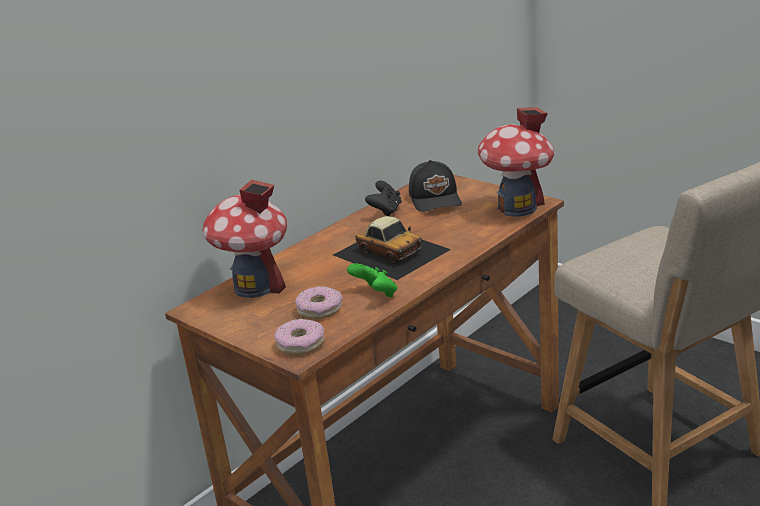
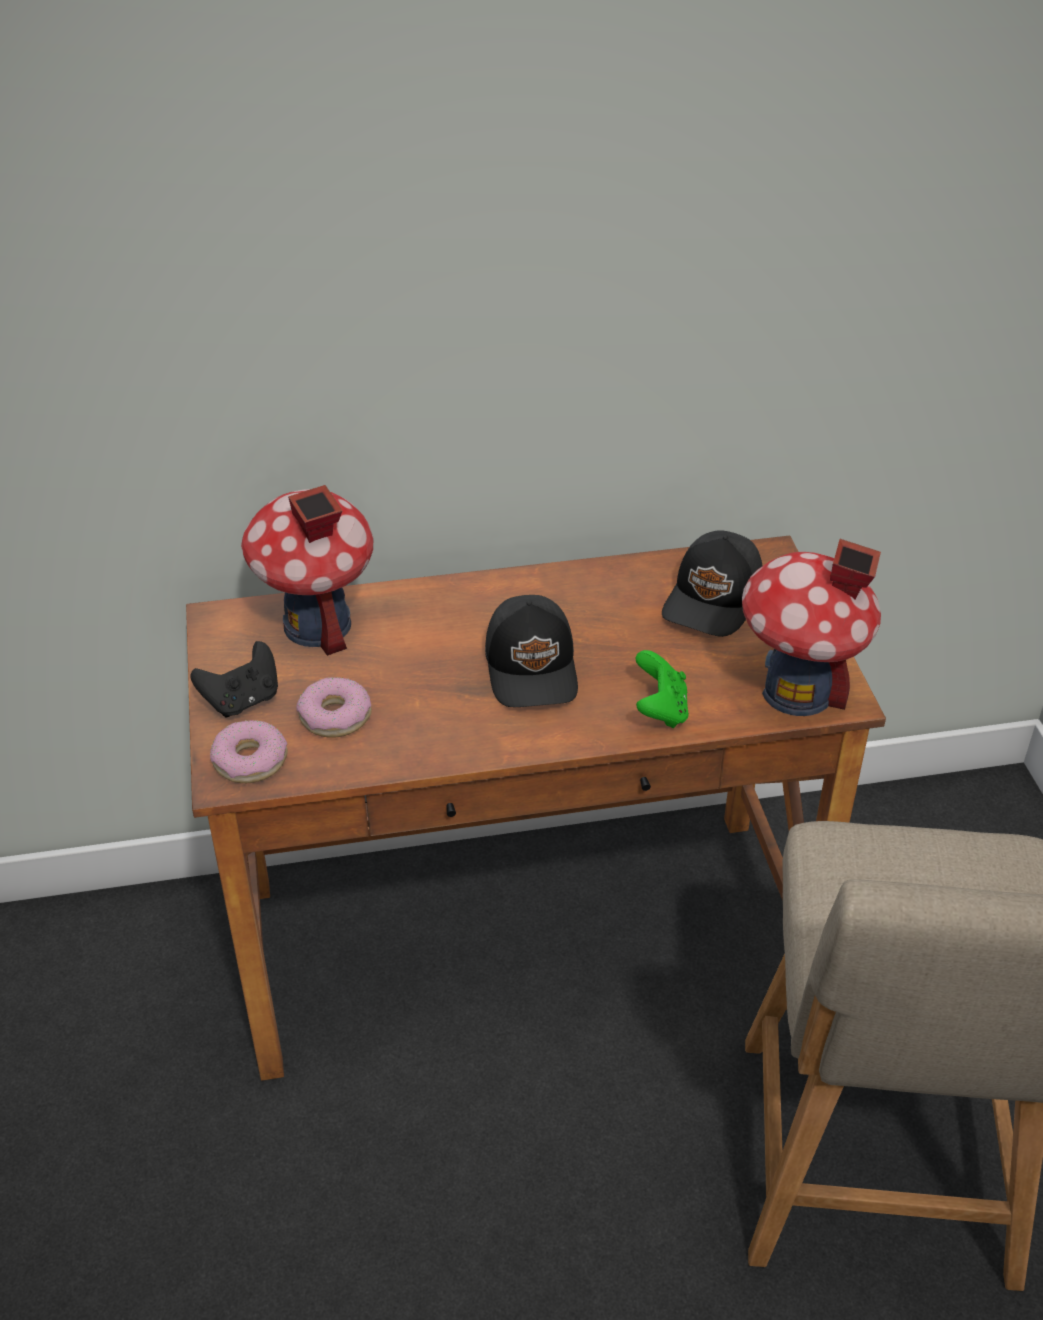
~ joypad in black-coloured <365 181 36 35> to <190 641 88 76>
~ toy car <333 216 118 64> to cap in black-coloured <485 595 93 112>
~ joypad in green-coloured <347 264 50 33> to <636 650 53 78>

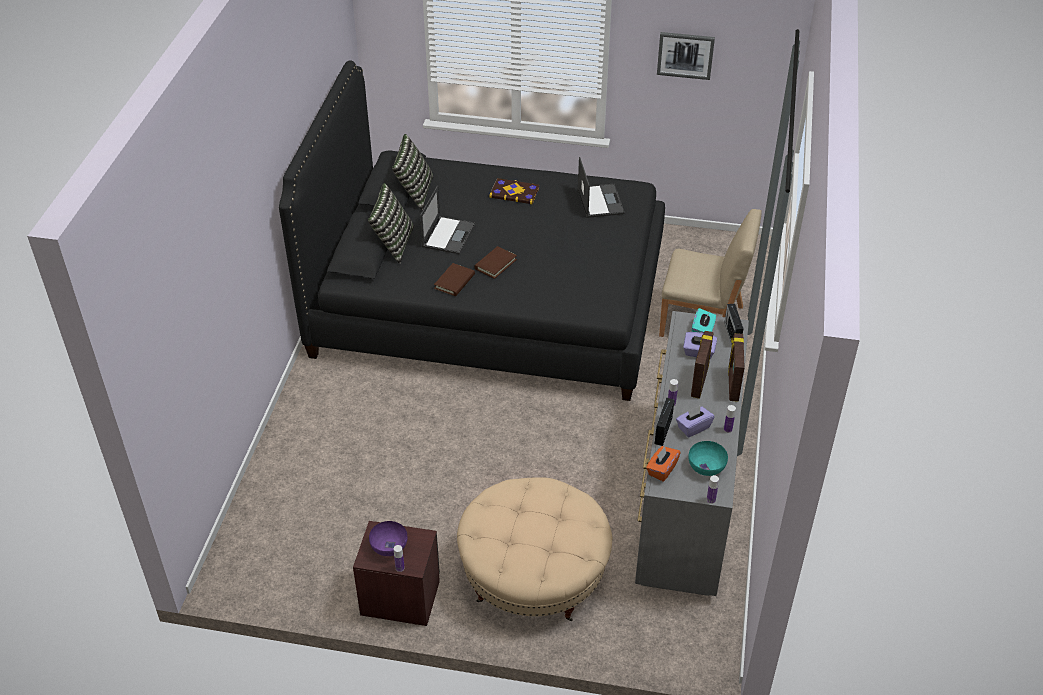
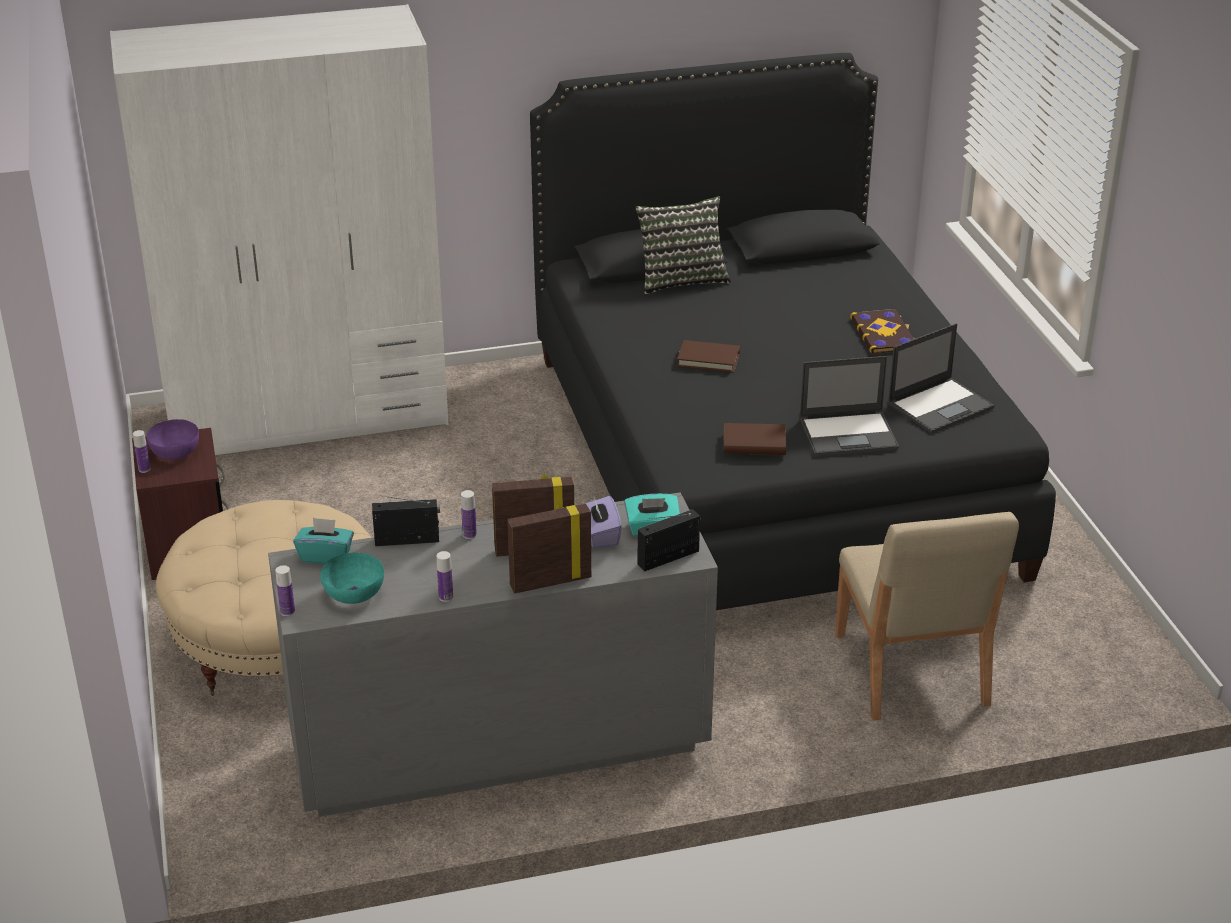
+ clothes cupboard in white-coloured <110 4 338 451>
~ tissue holder in orange <646 446 35 35> to tissue holder in blue-green <293 518 61 46>
~ volume in brown <434 263 41 33> to <724 423 62 32>
~ portable computer <420 186 55 68> to <799 356 100 100>
- throw pillow <392 134 42 76>
- wall picture <657 32 58 48>
- tissue holder in purple-coloured <676 406 38 31>

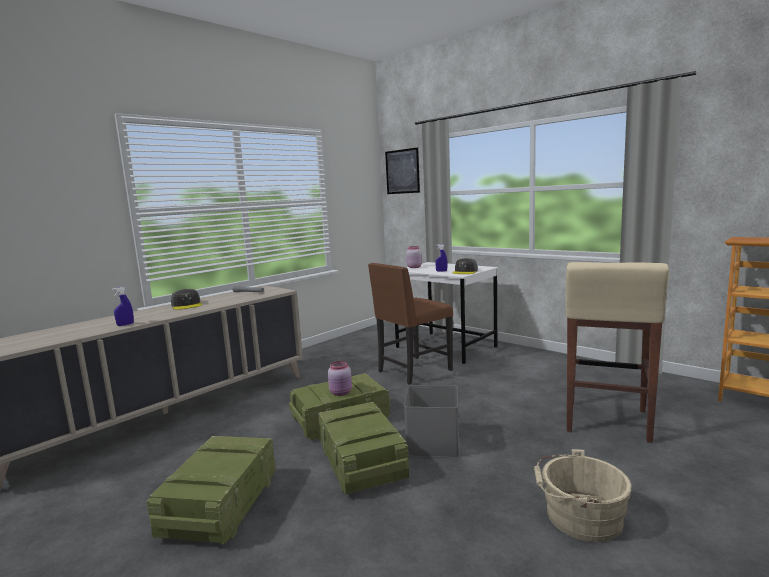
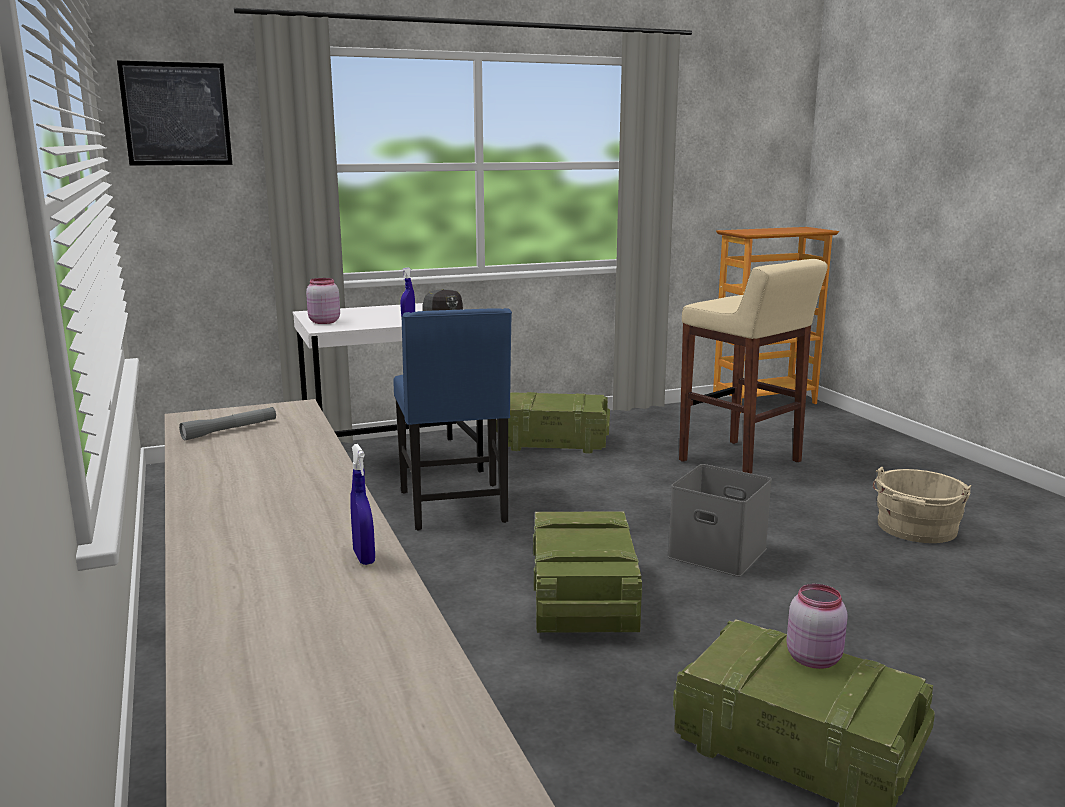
~ chair in brown <368 263 85 122> to chair in blue <393 308 119 223>
~ packing crate <318 402 91 93> to <496 392 114 61>
~ jar in pink-coloured <328 361 24 35> to <787 584 61 85>
- cap in grey <171 289 31 21>

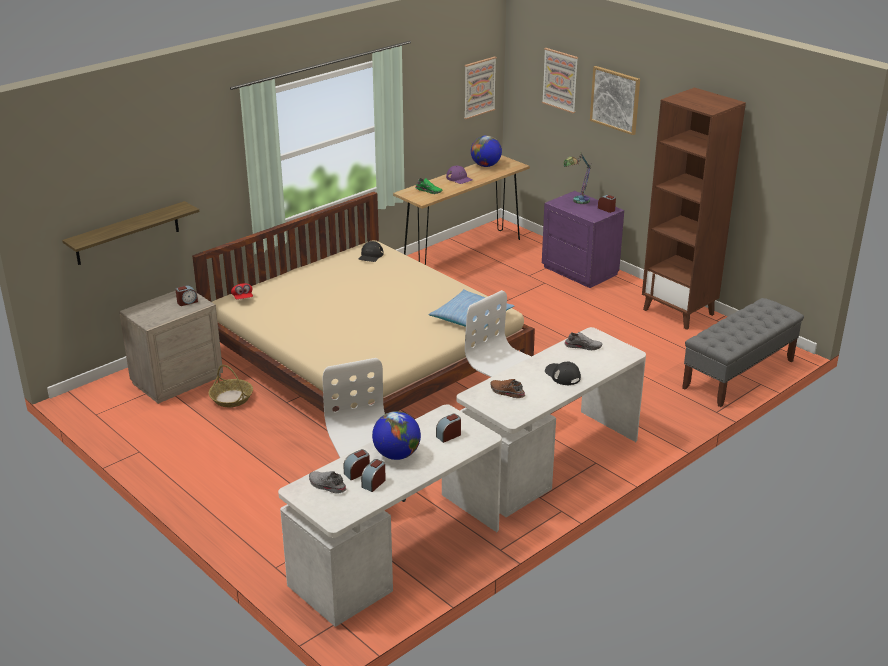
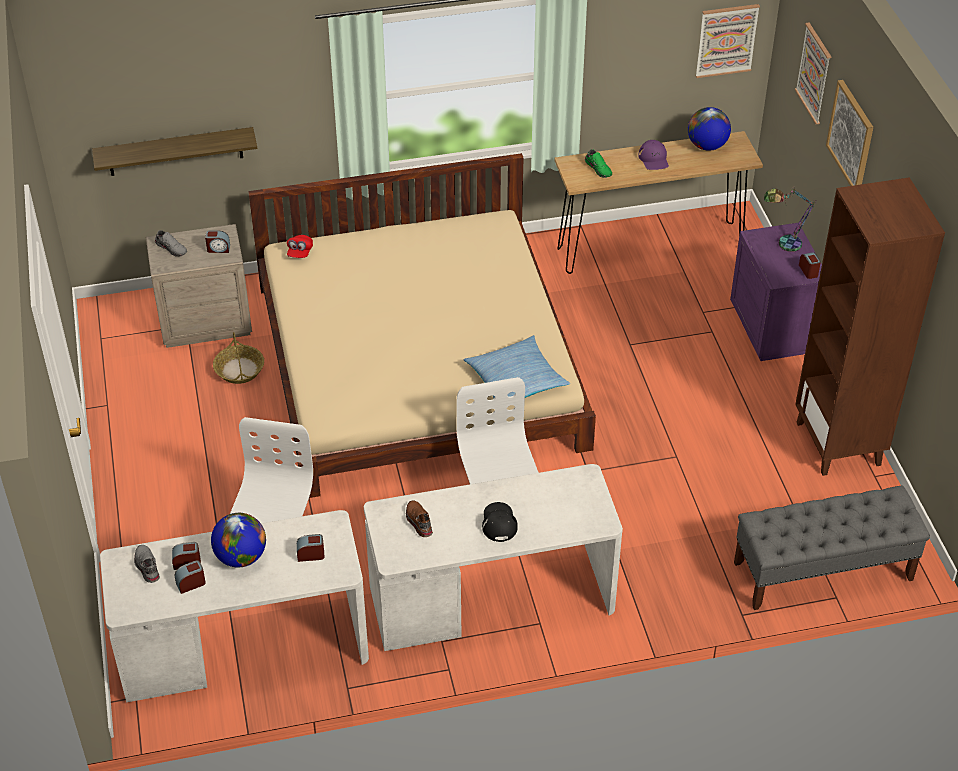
~ low shoe in grey <564 332 39 18> to <155 230 32 27>
- cap in black-coloured <359 241 25 21>

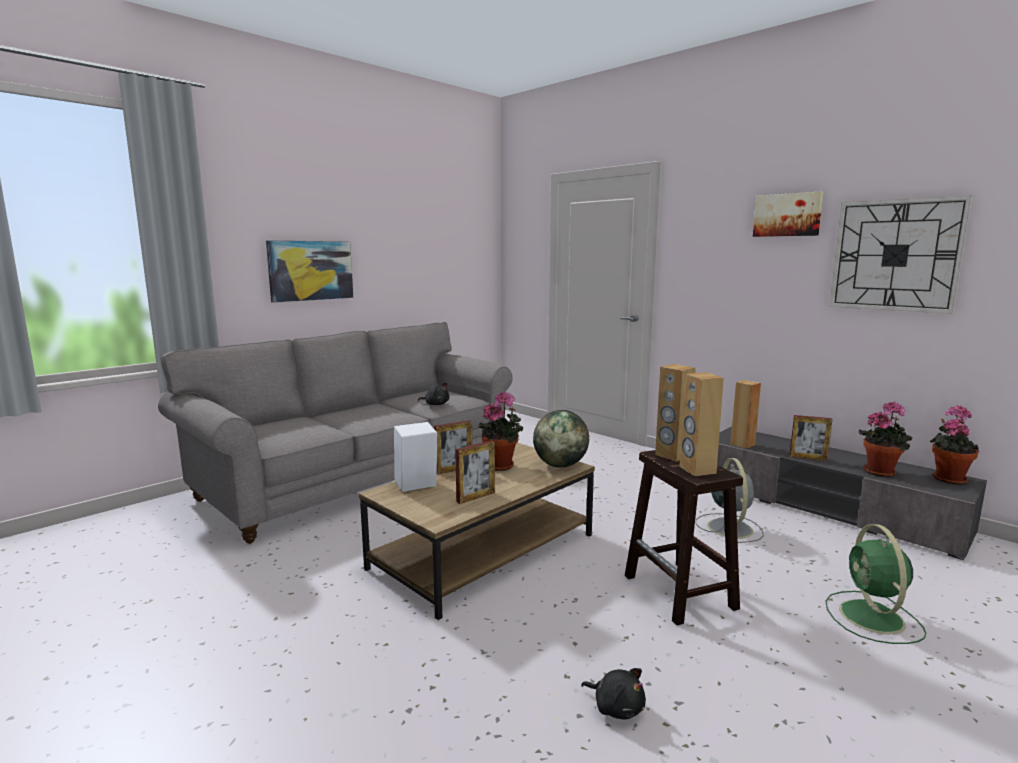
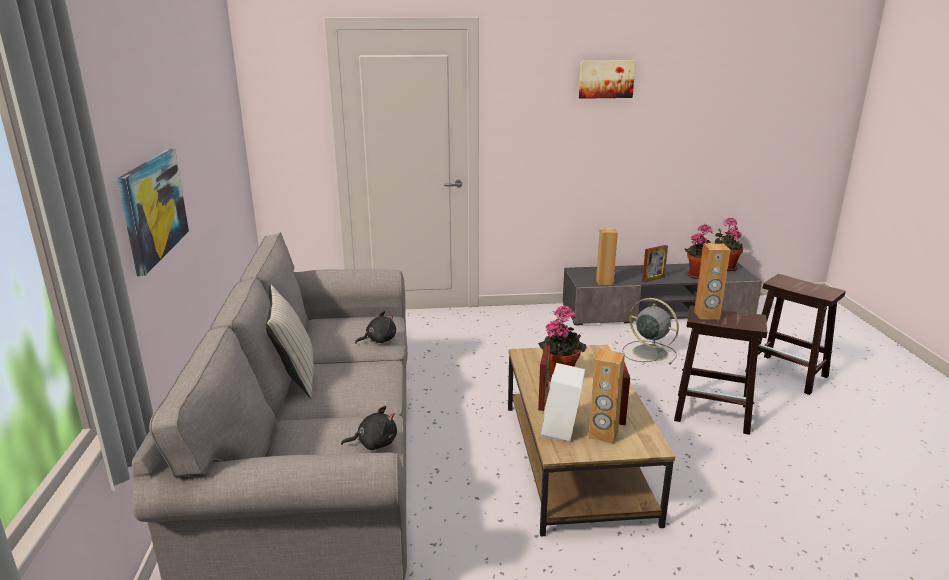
+ throw pillow in sand-coloured <266 285 48 113>
~ cuddly toy in black-coloured <581 668 65 52> to <341 406 56 44>
~ speaker in brown <680 372 44 104> to <589 349 36 95>
~ cooling fan in green-coloured <826 524 100 120> to stool seat in brown <745 274 101 121>
- globe <533 410 56 58>
- wall clock <829 195 143 119>

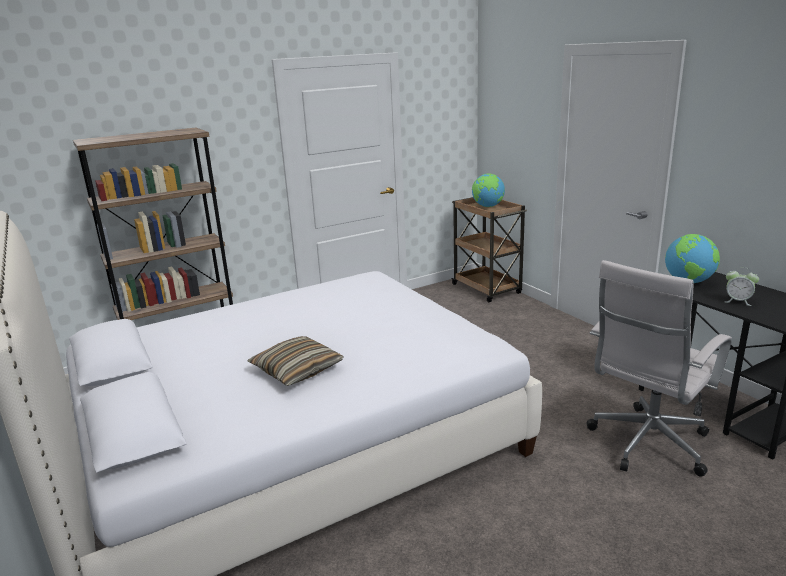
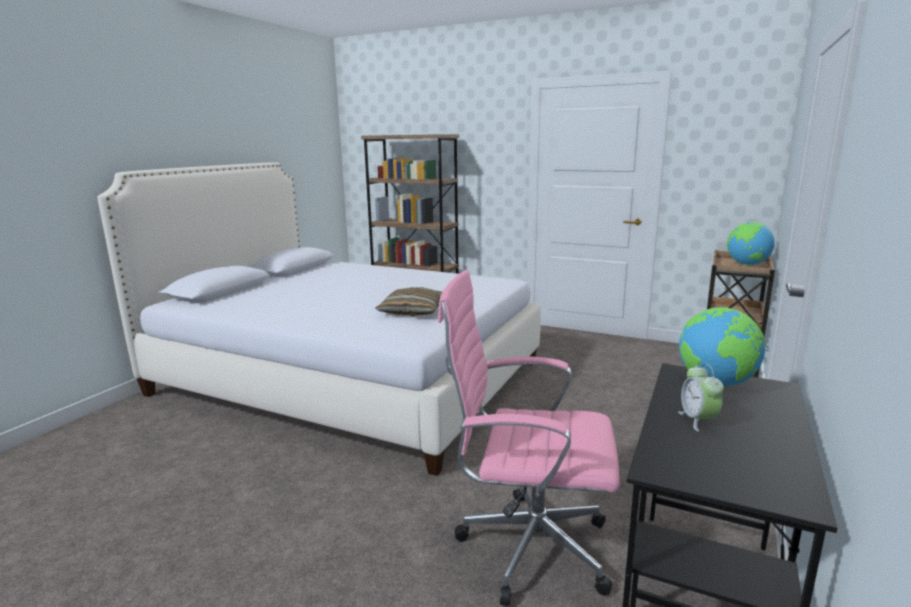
~ throw pillow <247 336 96 50> to <375 287 67 29>
~ desk chair in white-coloured <587 260 145 217> to desk chair in pink-coloured <438 270 181 336>

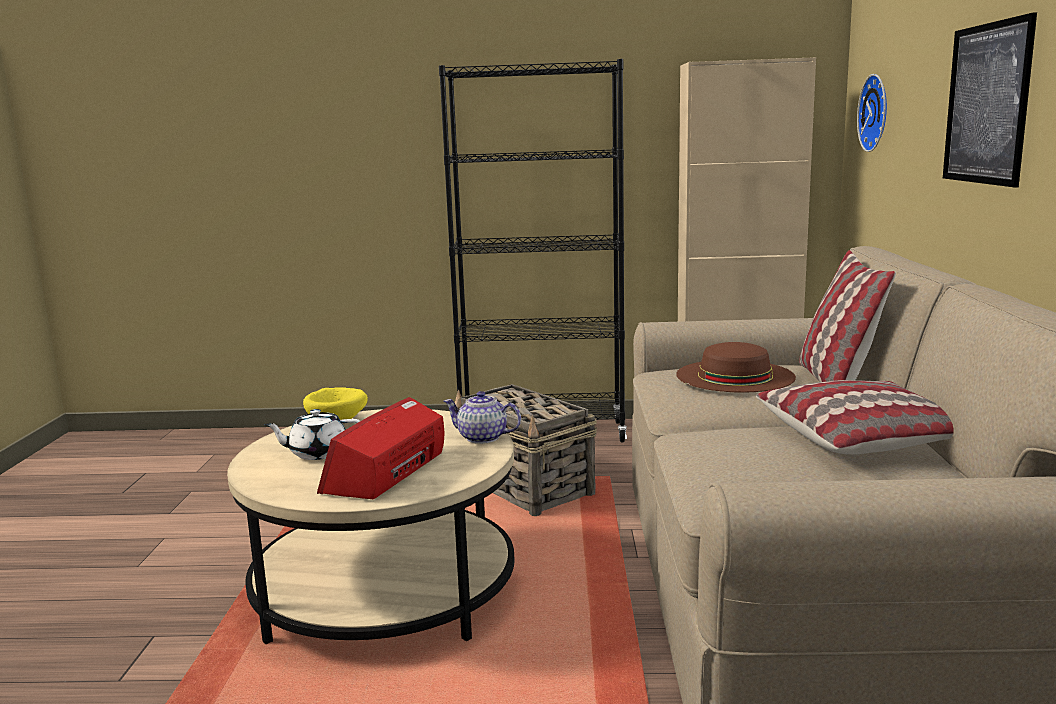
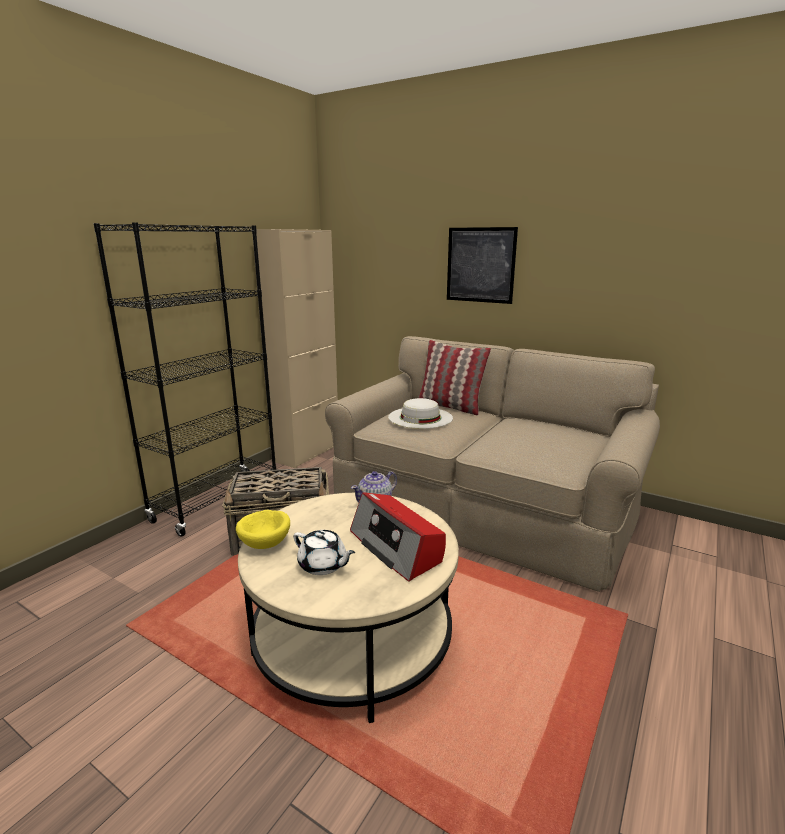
~ tea pot in white-coloured <264 409 96 51> = <293 530 62 45> 75 degrees counterclockwise
~ hat in brown <676 342 120 51> to hat in white-coloured <388 398 65 31>
- throw pillow <756 380 198 75>
- wall clock <857 74 30 78>

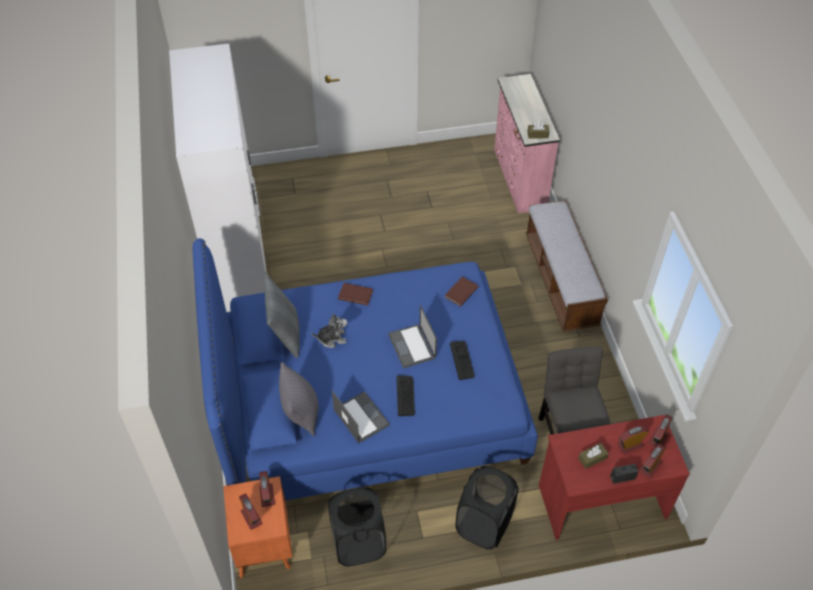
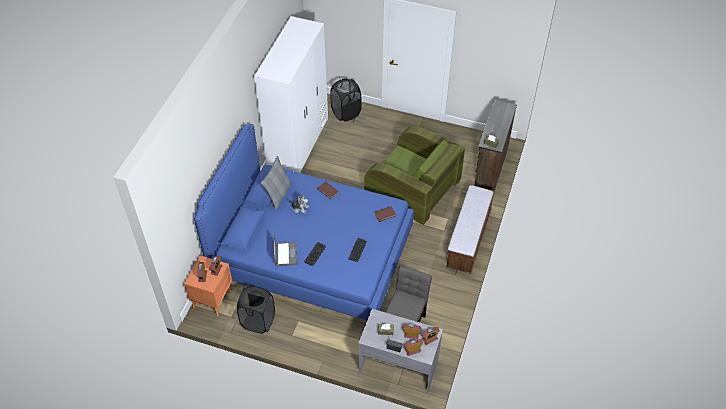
~ washing basket in black-coloured <456 466 63 84> to <330 79 31 43>
~ desk unit in red-coloured <539 415 151 125> to desk unit in grey <359 309 84 84>
+ easy chair in green-coloured <364 126 101 99>
~ dresser in pink-coloured <494 74 66 139> to dresser in brown <474 100 43 91>
- throw pillow in grey <279 362 40 74>
- portable computer <388 305 49 63>

